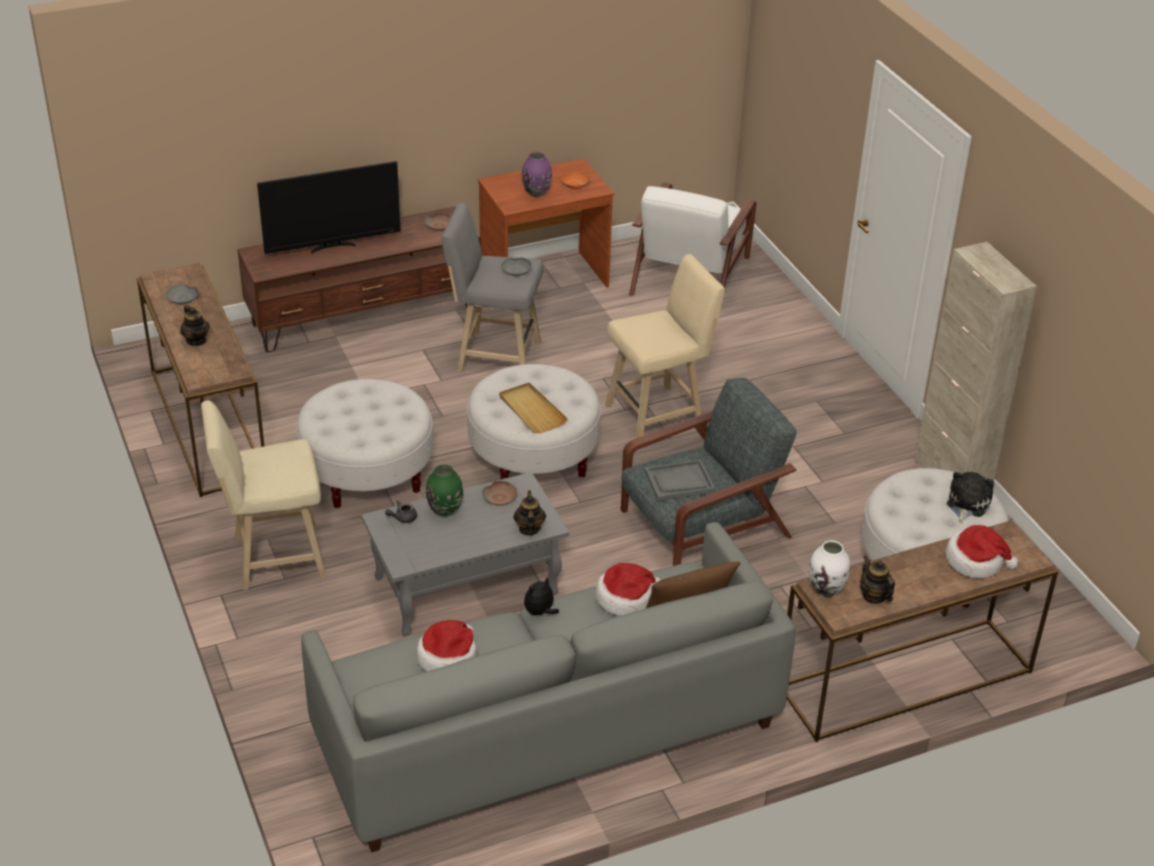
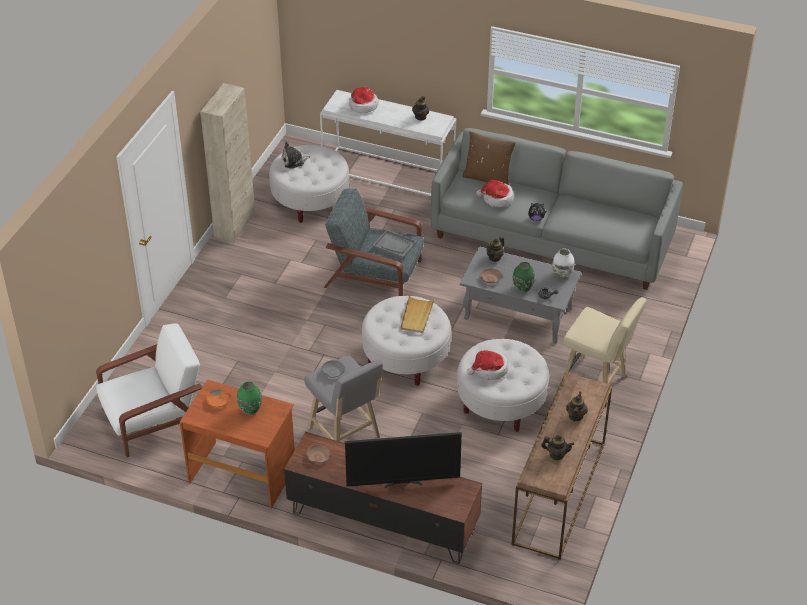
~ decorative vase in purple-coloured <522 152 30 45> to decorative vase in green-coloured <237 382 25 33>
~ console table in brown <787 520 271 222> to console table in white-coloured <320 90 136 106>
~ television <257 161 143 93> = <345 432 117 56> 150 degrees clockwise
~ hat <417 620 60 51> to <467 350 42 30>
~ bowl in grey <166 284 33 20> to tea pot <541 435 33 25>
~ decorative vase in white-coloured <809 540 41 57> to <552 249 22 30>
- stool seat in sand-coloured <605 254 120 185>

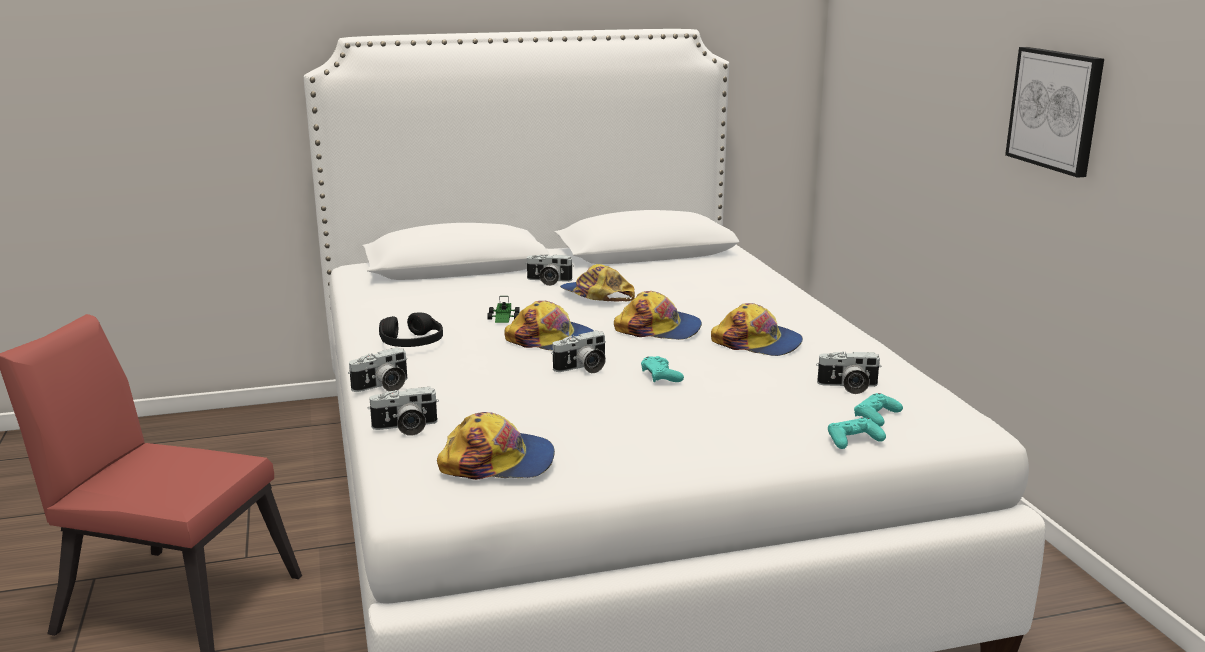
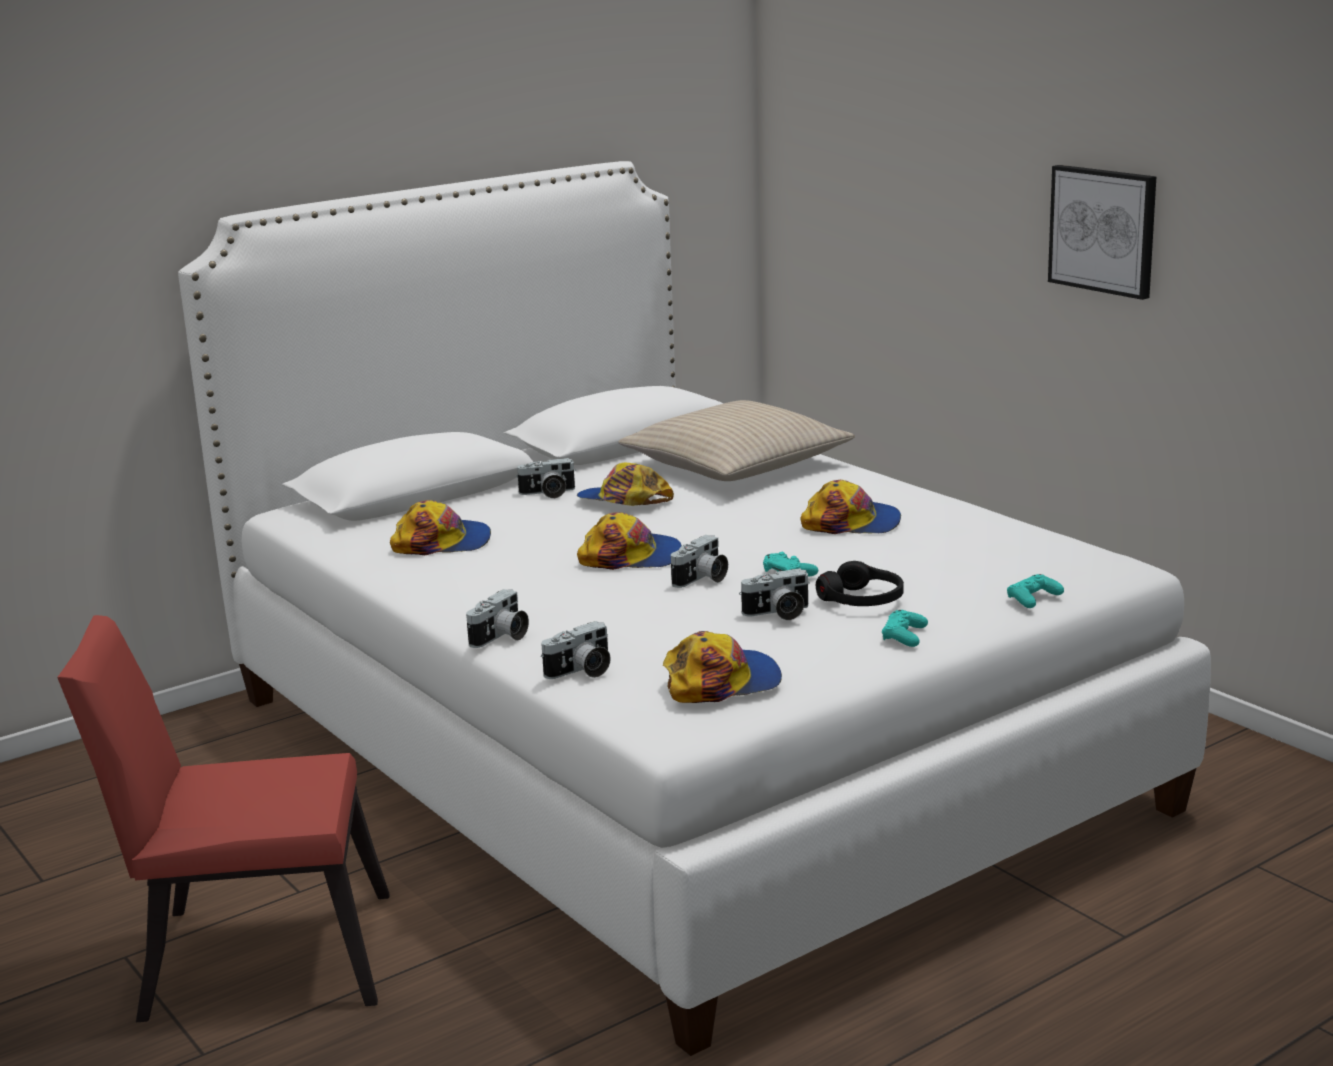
~ cap <614 291 88 49> to <390 500 101 55>
+ throw pillow in sand-coloured <618 400 237 81>
~ photo camera <816 352 65 42> to <739 568 71 52>
~ pair of headphones in black-coloured <379 312 64 35> to <816 561 88 45>
~ joypad in blue-green <854 393 49 34> to <882 610 46 37>
- toy car <487 296 33 27>

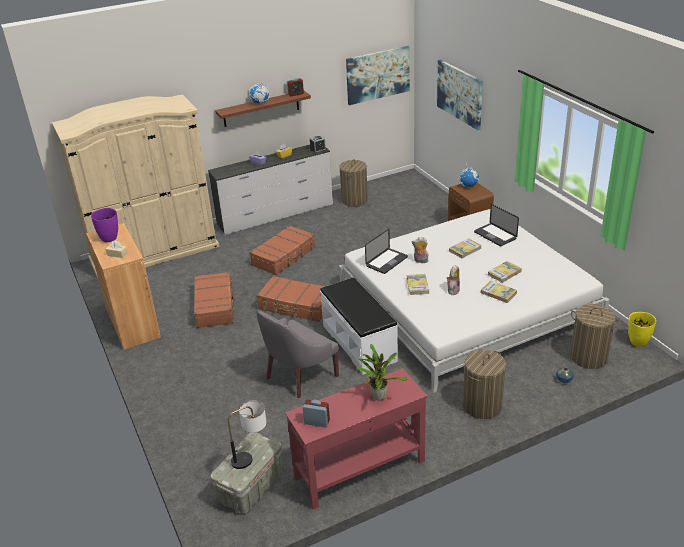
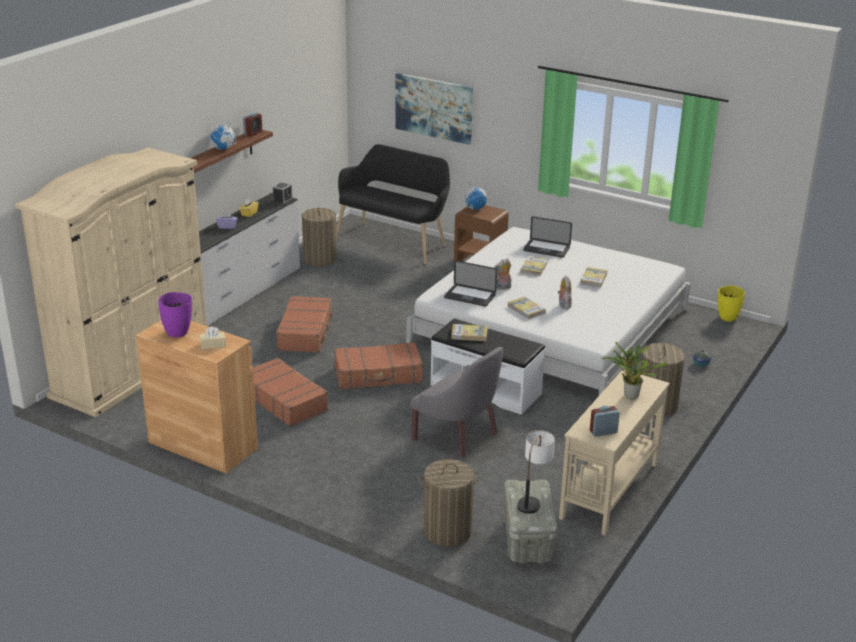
+ bench in black-coloured <336 144 114 120>
~ easy chair in grey <256 310 83 88> = <410 347 93 111> 60 degrees counterclockwise
~ washing basket <570 304 50 65> to <418 459 62 87>
~ portable computer <365 229 43 45> = <444 260 53 47> 105 degrees clockwise
~ volume <481 281 36 22> to <451 324 37 17>
~ console table in red-coloured <285 368 142 141> to console table in sand-coloured <559 369 110 166>
- wall picture <346 46 64 59>

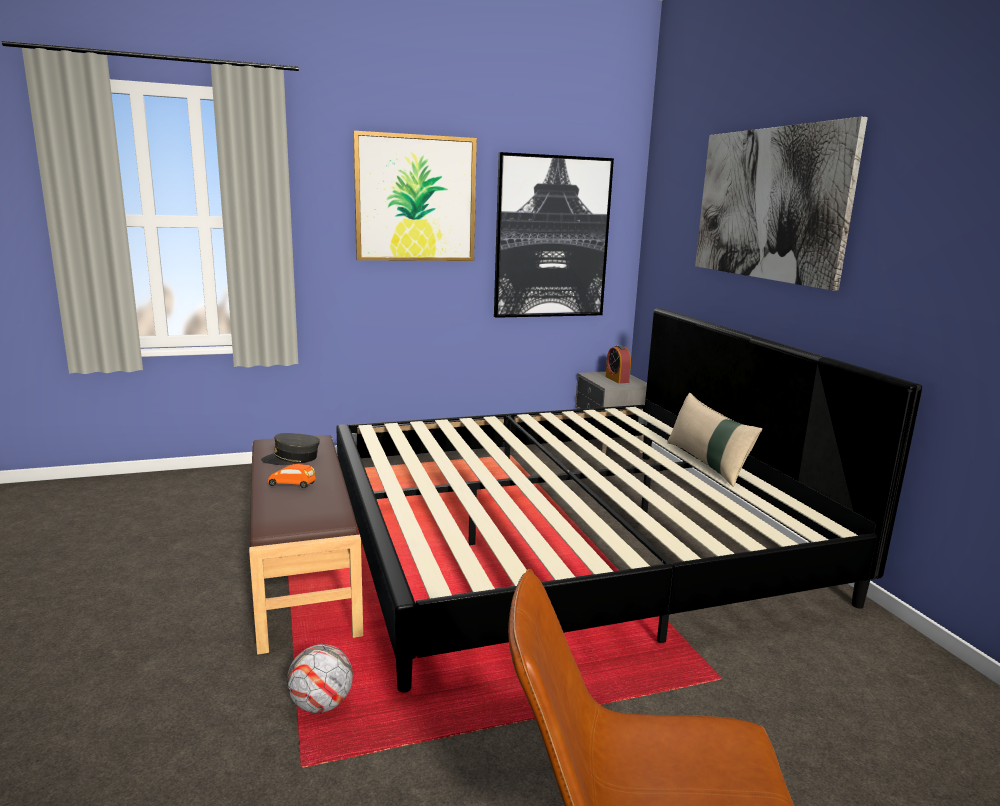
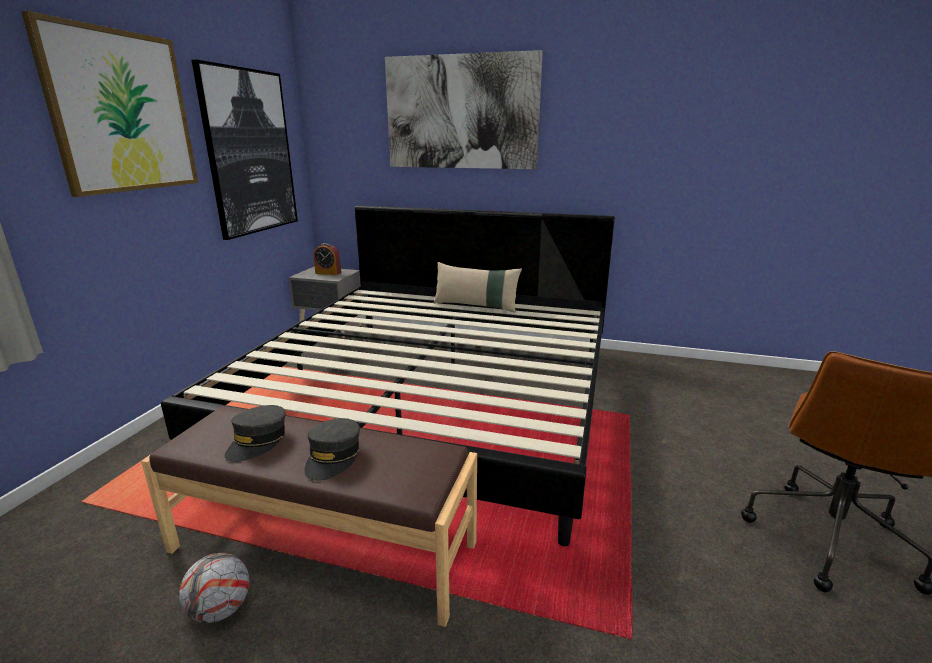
~ football ball <287 644 66 69> to <179 553 70 70>
~ toy car in orange <268 464 48 24> to cap in grey <305 418 55 63>

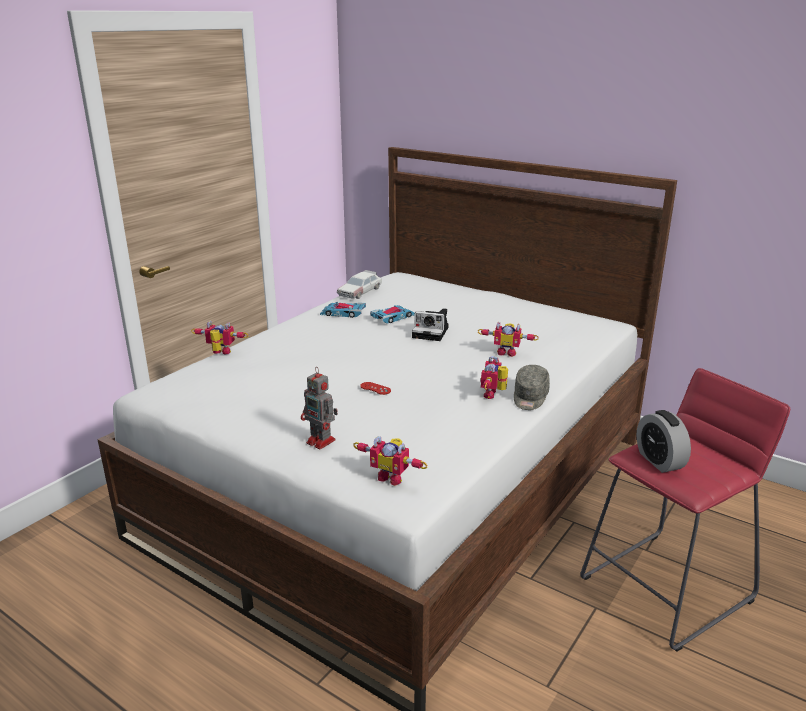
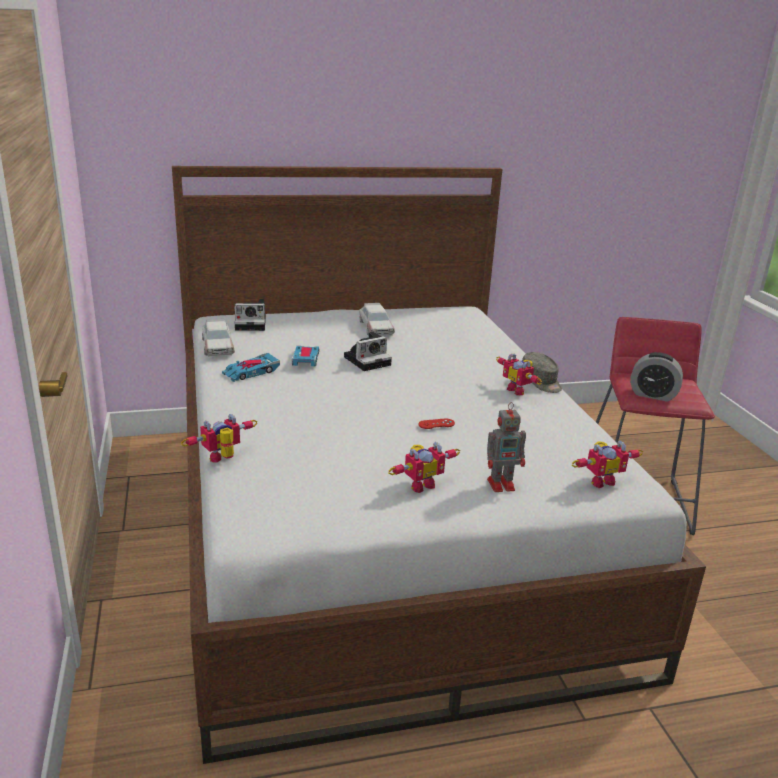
+ photo camera <235 299 31 32>
+ toy car <359 303 36 34>
~ toy robot <478 322 61 35> to <389 442 71 51>

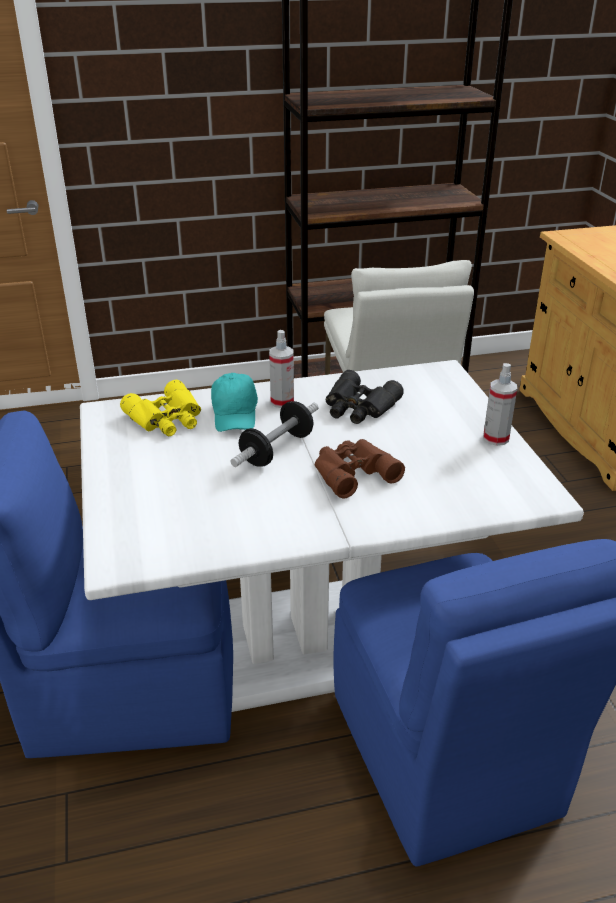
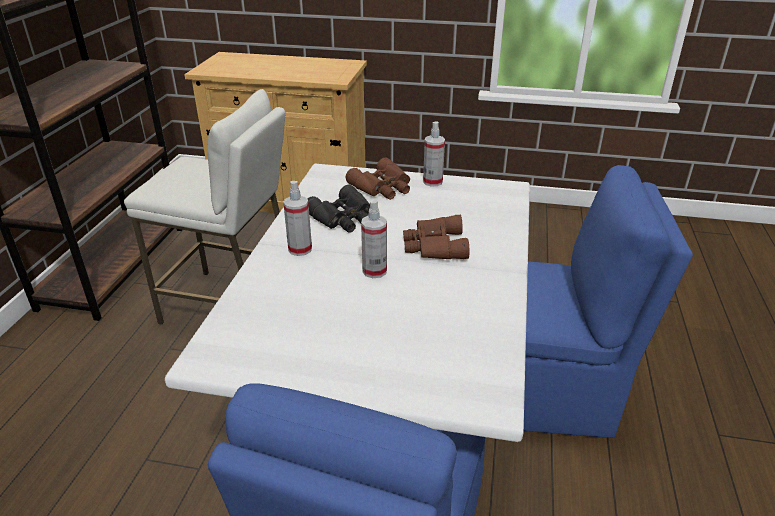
+ pair of binoculars in brown <346 158 64 42>
~ hand weight <230 401 89 66> to hand sprayer <361 199 26 79>
- pair of binoculars in yellow <120 380 81 56>
- cap in blue-green <211 373 47 59>

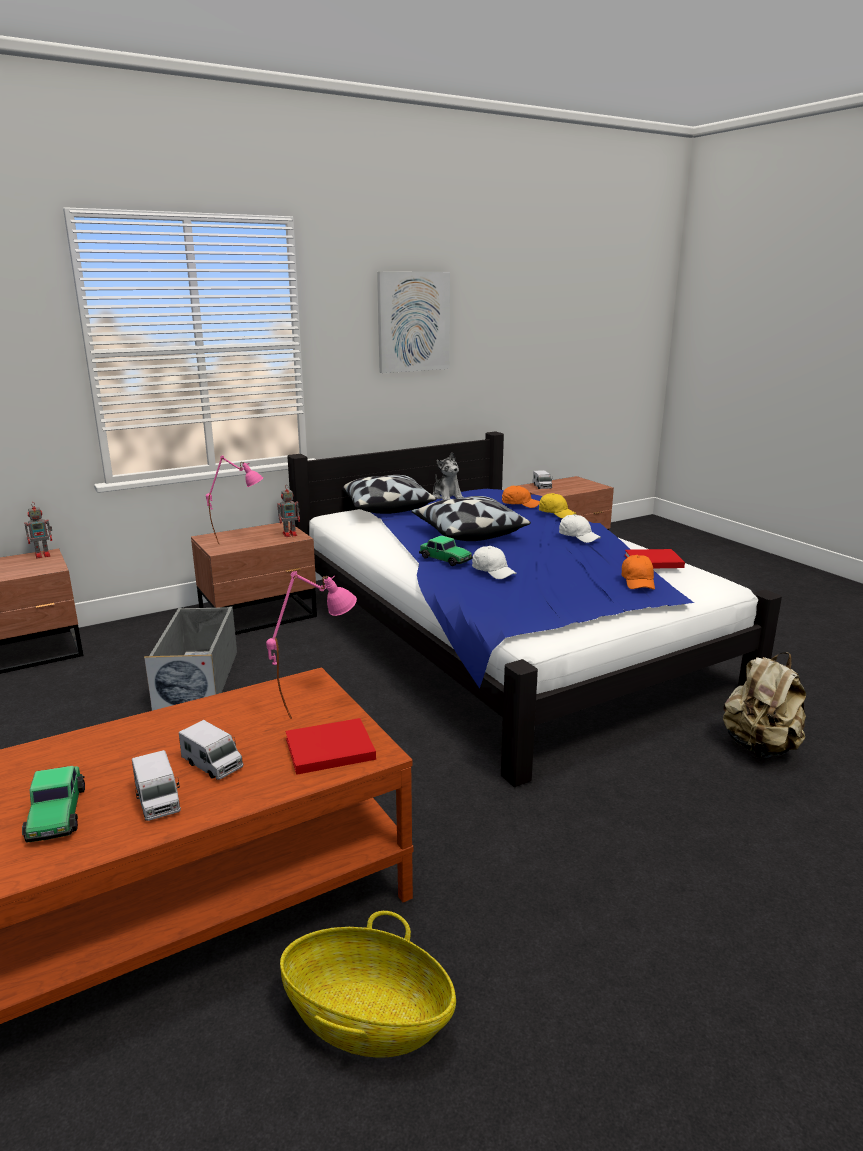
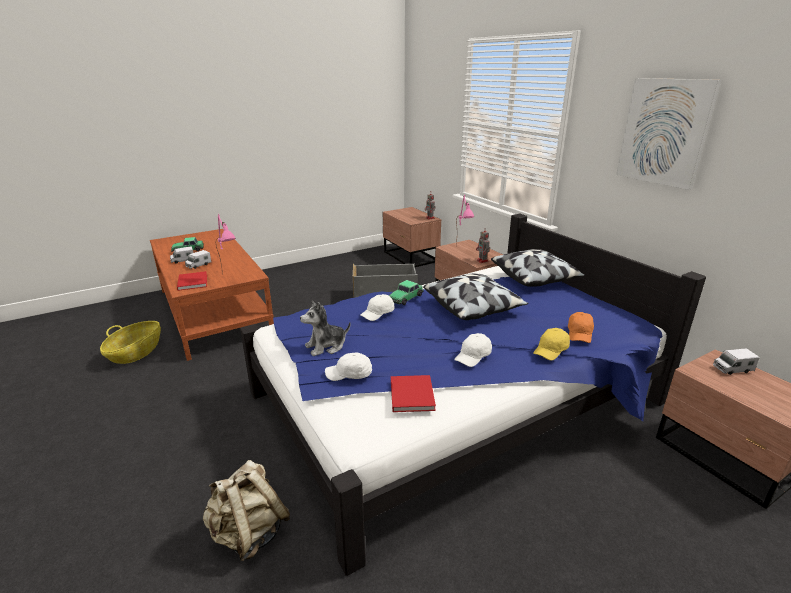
~ cuddly toy <433 452 31 48> to <300 301 51 55>
~ cap in orange <622 555 33 35> to cap in white-coloured <325 353 47 28>

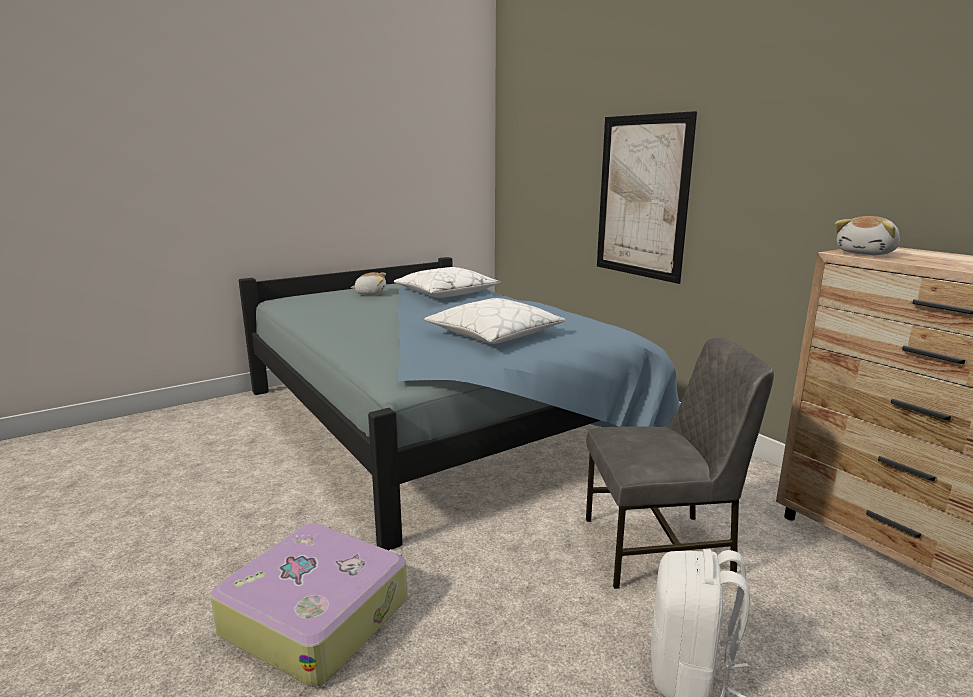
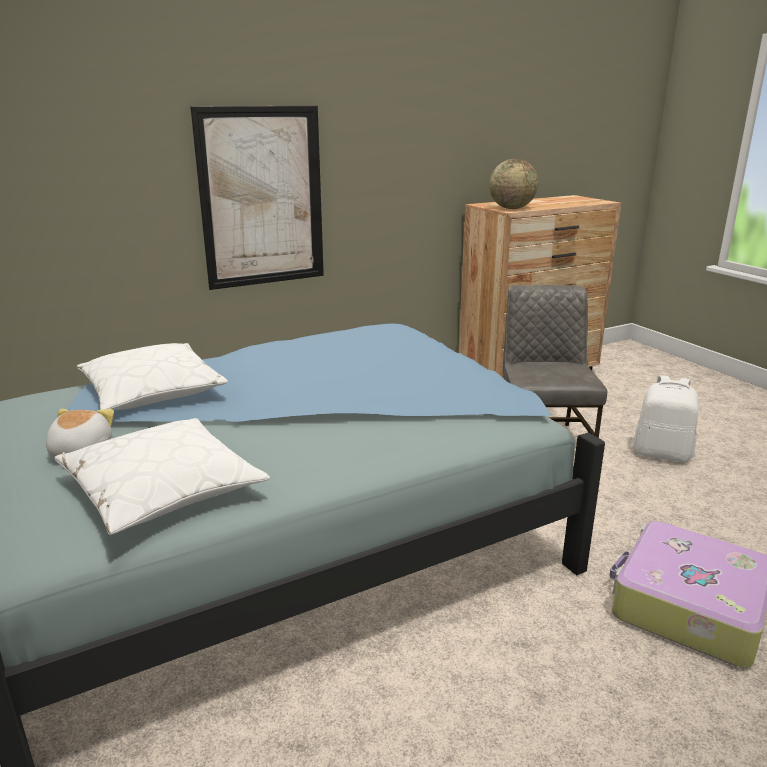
~ throw pillow in white-coloured <424 298 142 46> to <54 418 216 117>
~ cuddly toy <835 216 65 39> to globe <489 159 49 50>

